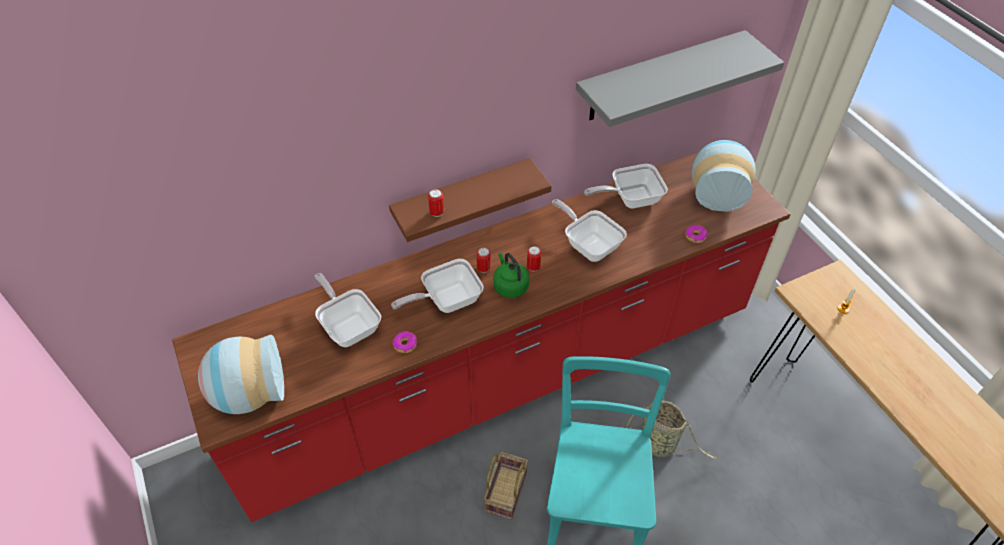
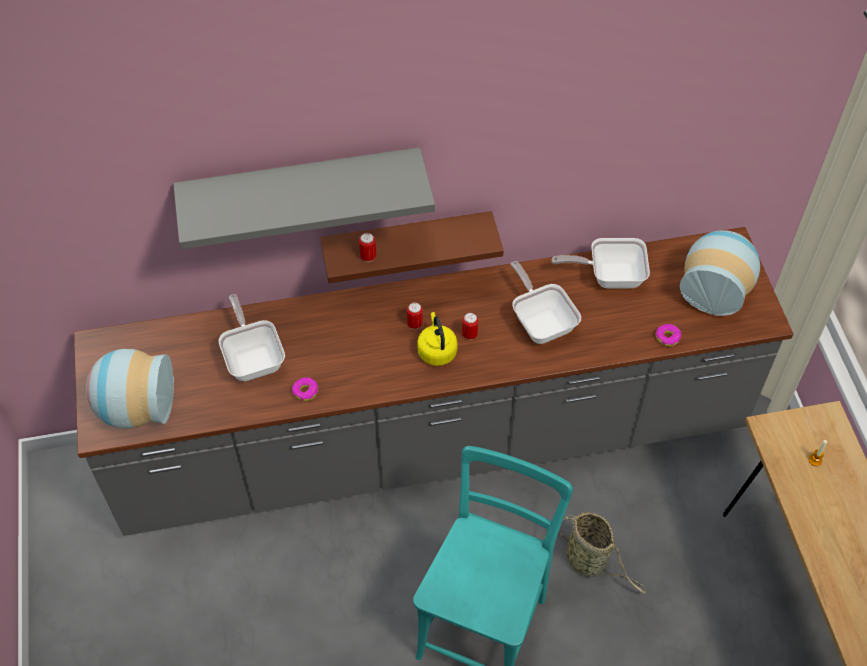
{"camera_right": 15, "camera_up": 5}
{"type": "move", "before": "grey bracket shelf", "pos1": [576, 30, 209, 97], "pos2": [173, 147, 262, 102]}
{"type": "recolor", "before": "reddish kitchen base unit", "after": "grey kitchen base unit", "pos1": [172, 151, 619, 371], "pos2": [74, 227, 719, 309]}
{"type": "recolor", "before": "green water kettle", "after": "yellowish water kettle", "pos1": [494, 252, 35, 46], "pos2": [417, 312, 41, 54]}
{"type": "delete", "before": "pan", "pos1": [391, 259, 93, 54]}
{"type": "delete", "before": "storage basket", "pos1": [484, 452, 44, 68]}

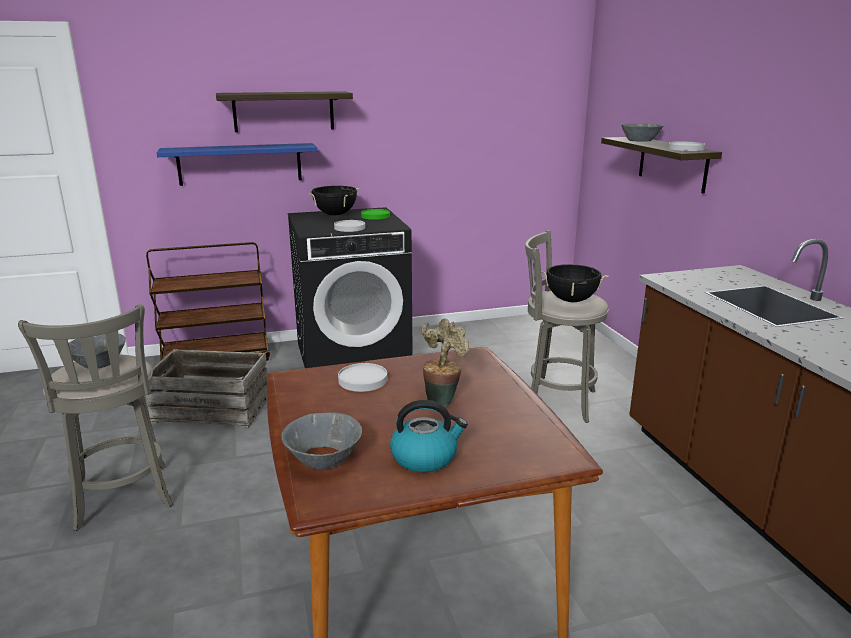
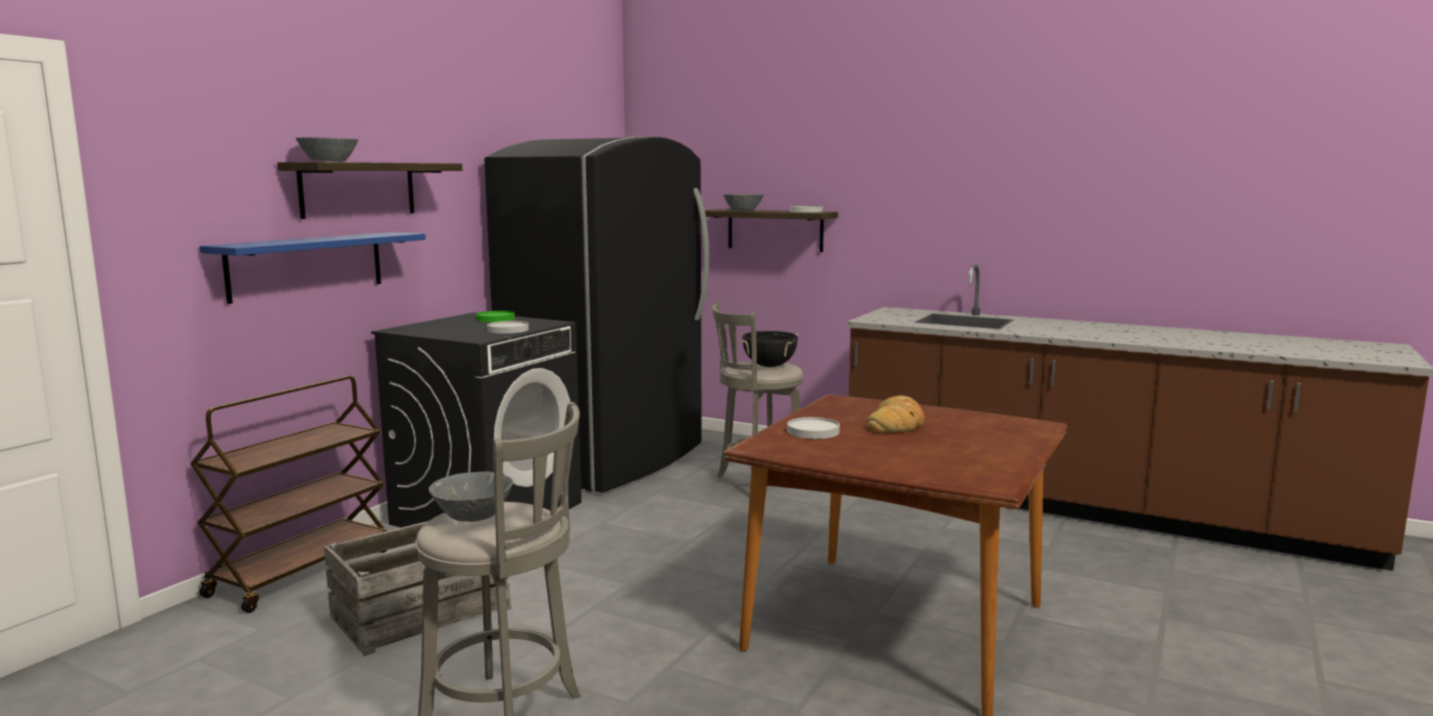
{"camera_right": -45, "camera_up": -10}
{"type": "delete", "before": "black-coloured stockpot", "pos1": [308, 186, 52, 29]}
{"type": "replace", "before": "houseplant", "after": "baked bread", "pos1": [421, 319, 48, 87], "pos2": [867, 396, 58, 37]}
{"type": "delete", "before": "water kettle", "pos1": [390, 400, 78, 72]}
{"type": "move", "before": "grey serving bowl", "pos1": [281, 413, 81, 56], "pos2": [296, 137, 62, 25]}
{"type": "insert", "after": "black-coloured fridge", "pos2": [484, 137, 226, 355]}

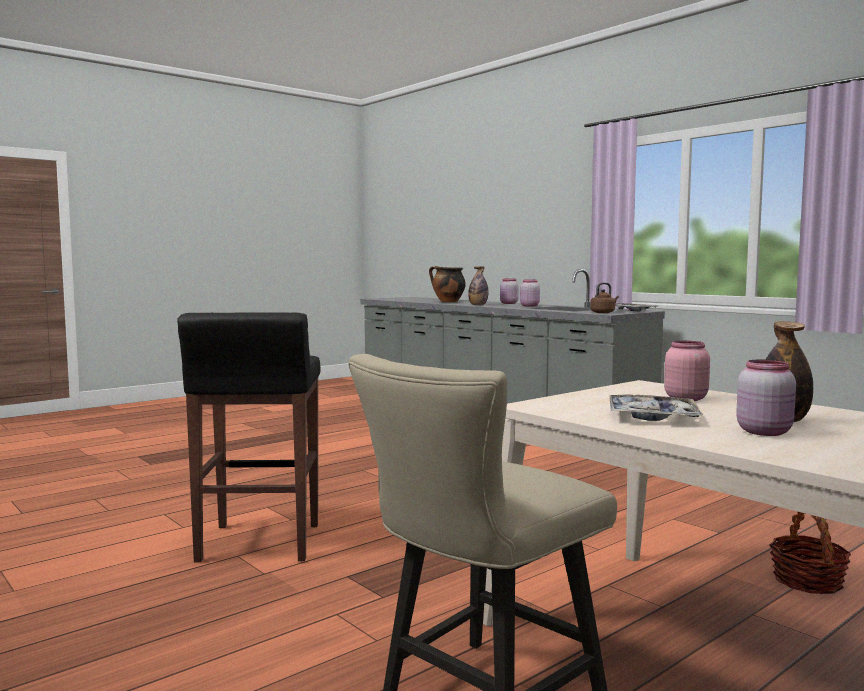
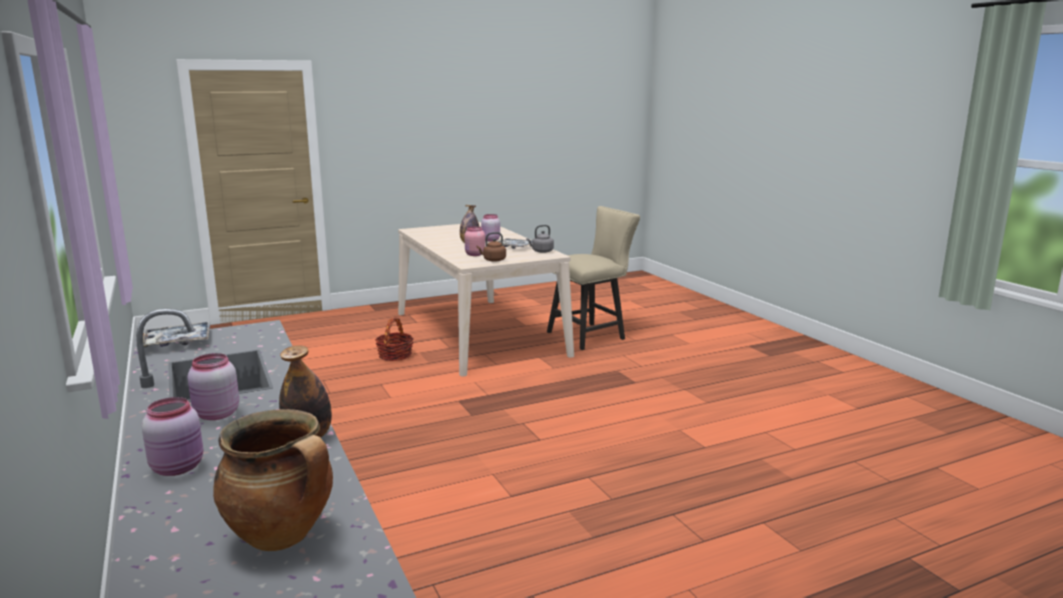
{"camera_right": -165, "camera_up": 10}
{"type": "move", "before": "brown water kettle", "pos1": [590, 282, 29, 31], "pos2": [476, 232, 30, 30]}
{"type": "delete", "before": "black-coloured sitting stool", "pos1": [177, 312, 144, 250]}
{"type": "insert", "after": "grey water kettle", "pos2": [526, 225, 28, 28]}

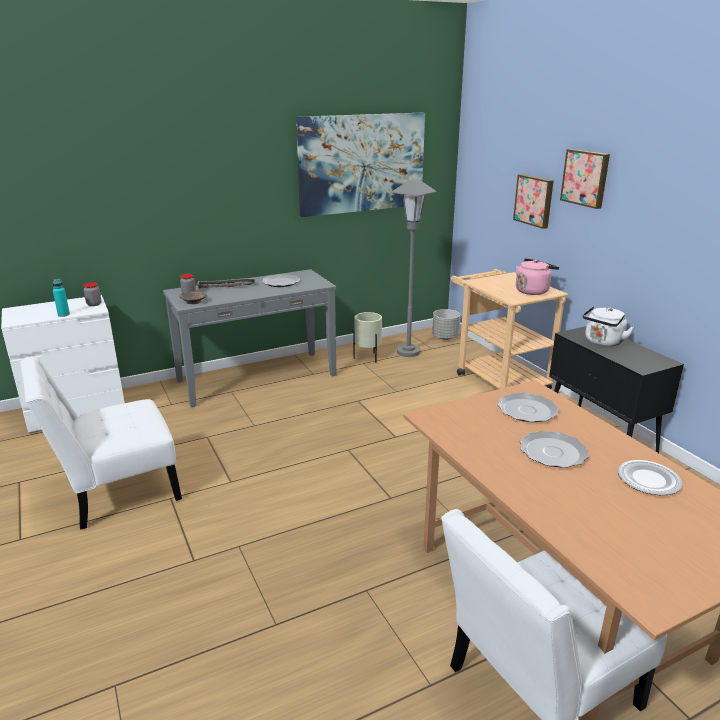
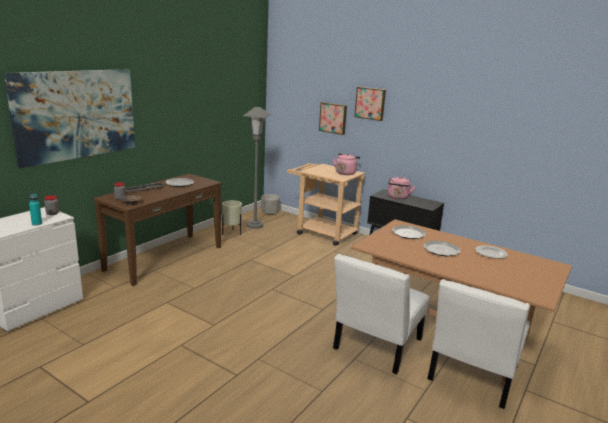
{"camera_right": -30, "camera_up": -5}
{"type": "move", "before": "picture", "pos1": [296, 113, 129, 104], "pos2": [4, 69, 131, 99]}
{"type": "recolor", "before": "grey hall table", "after": "brown hall table", "pos1": [163, 269, 173, 138], "pos2": [93, 174, 129, 112]}
{"type": "recolor", "before": "whitish water kettle", "after": "pinkish water kettle", "pos1": [583, 306, 51, 41], "pos2": [388, 177, 28, 22]}
{"type": "move", "before": "whitish plain chair", "pos1": [20, 356, 162, 174], "pos2": [333, 254, 96, 120]}

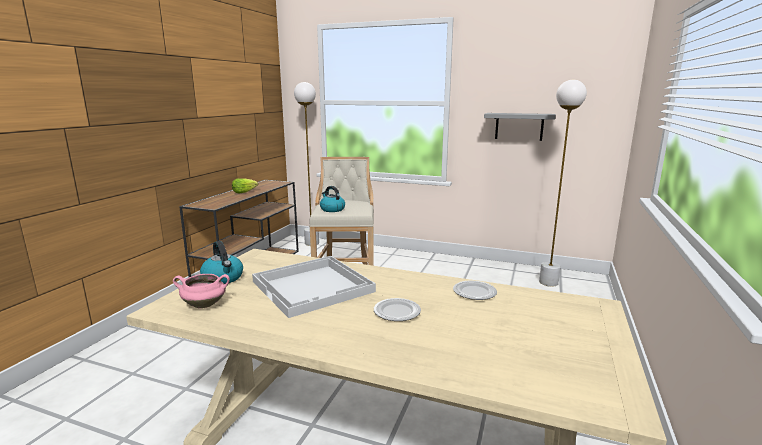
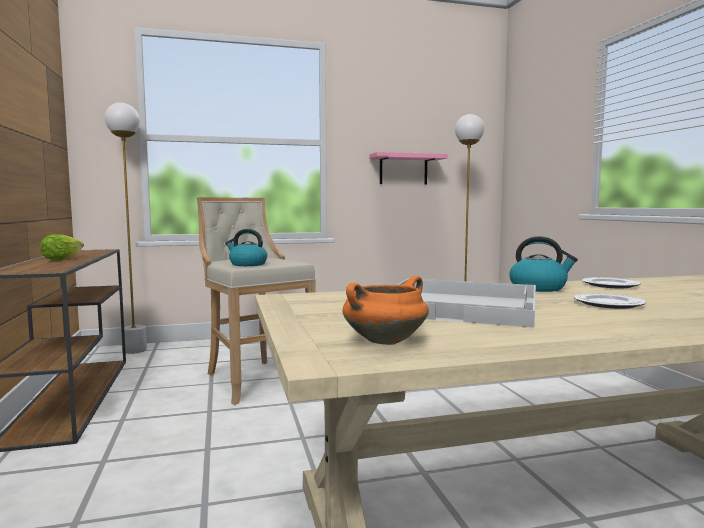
{"camera_right": -35, "camera_up": -10}
{"type": "recolor", "before": "grey bracket shelf", "after": "pinkish bracket shelf", "pos1": [484, 113, 72, 28], "pos2": [369, 152, 78, 32]}
{"type": "move", "before": "water kettle", "pos1": [200, 241, 43, 43], "pos2": [509, 236, 69, 56]}
{"type": "recolor", "before": "pinkish stockpot", "after": "orangey stockpot", "pos1": [173, 274, 57, 35], "pos2": [342, 276, 87, 69]}

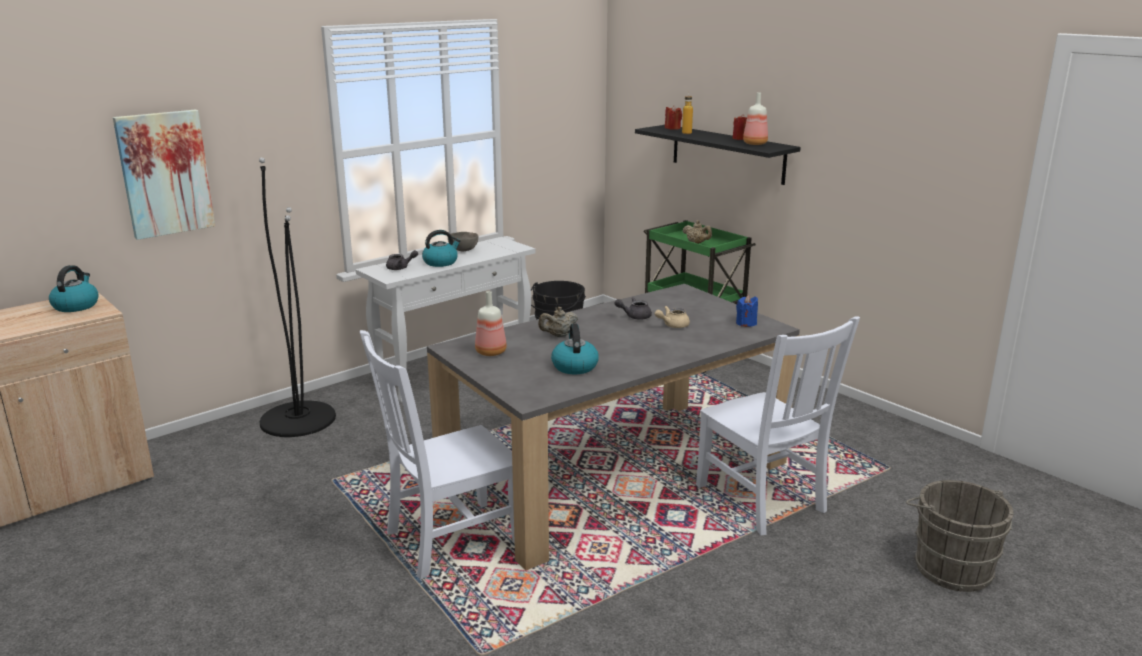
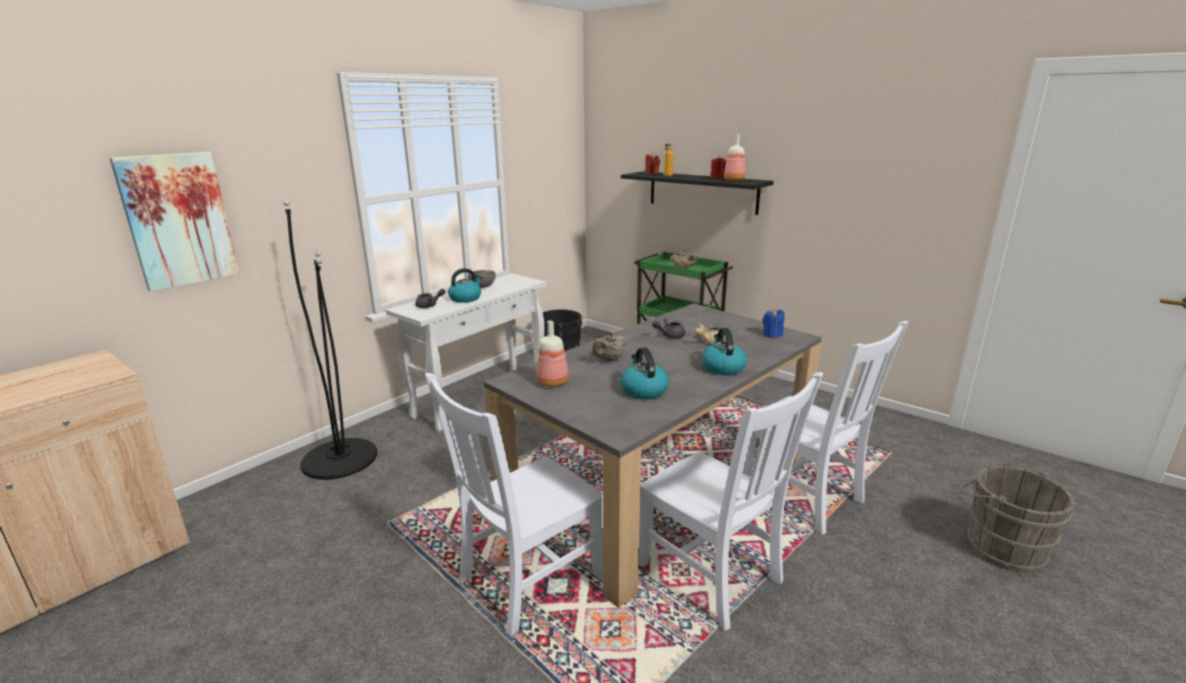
{"camera_right": -10, "camera_up": 0}
{"type": "move", "before": "water kettle", "pos1": [49, 265, 50, 47], "pos2": [701, 328, 46, 47]}
{"type": "insert", "after": "whitish plain chair", "pos2": [639, 372, 184, 258]}

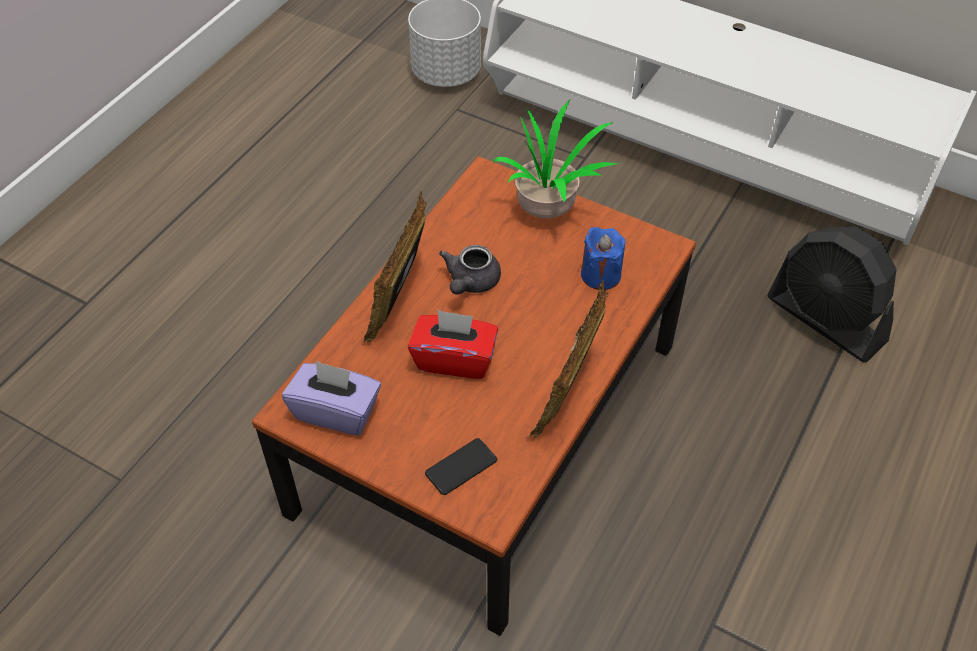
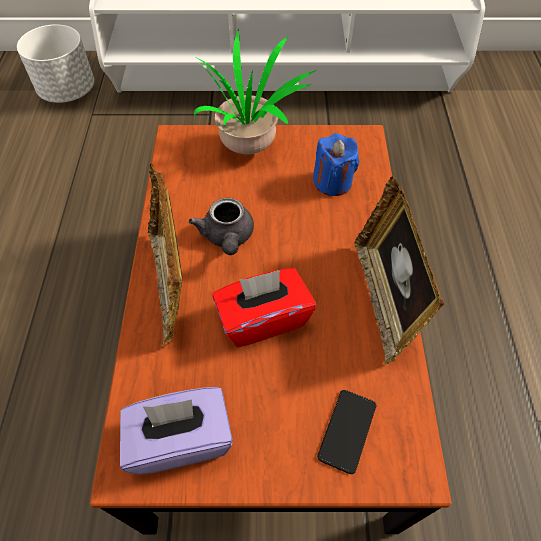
{"camera_right": -30, "camera_up": 5}
{"type": "delete", "before": "black-coloured electric fan", "pos1": [767, 226, 129, 136]}

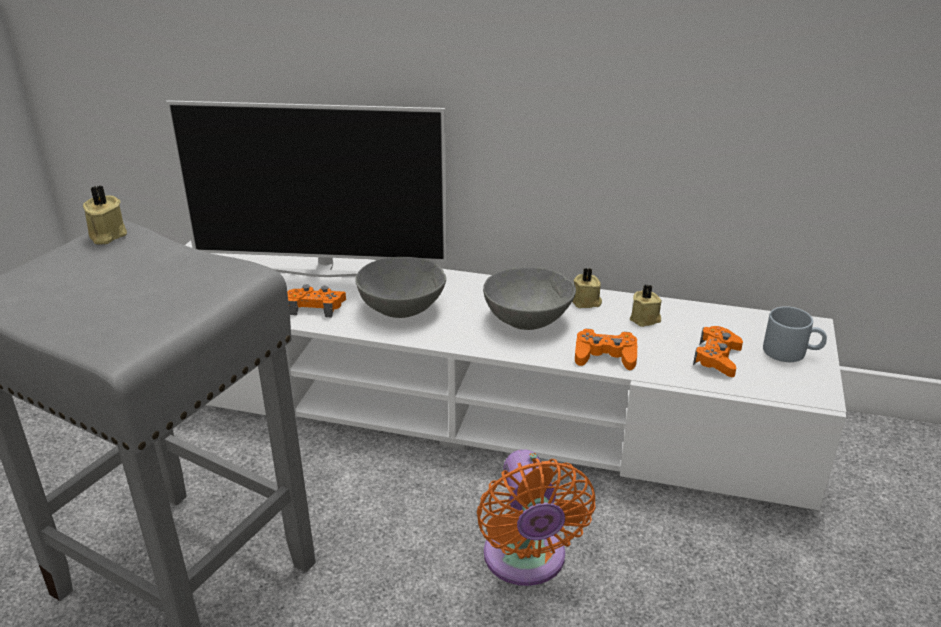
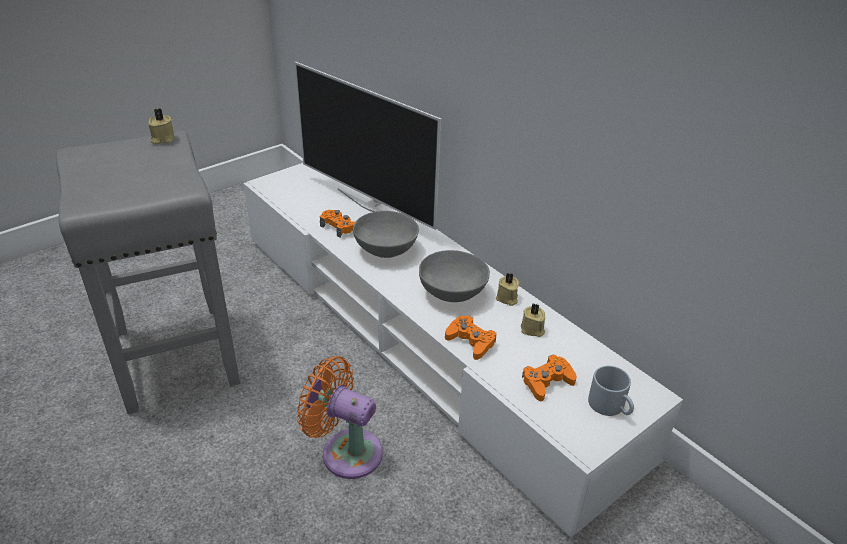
{"camera_right": 35, "camera_up": 5}
{"type": "rotate", "before": "orangey electric fan", "pos1": [477, 449, 119, 137], "pos2": [297, 356, 86, 123], "turn": 90}

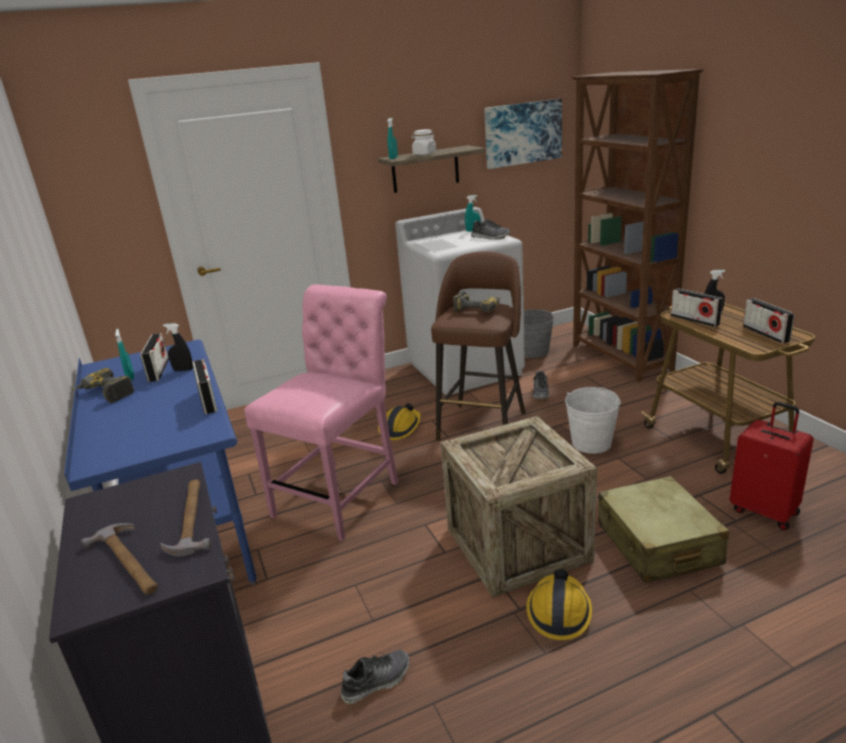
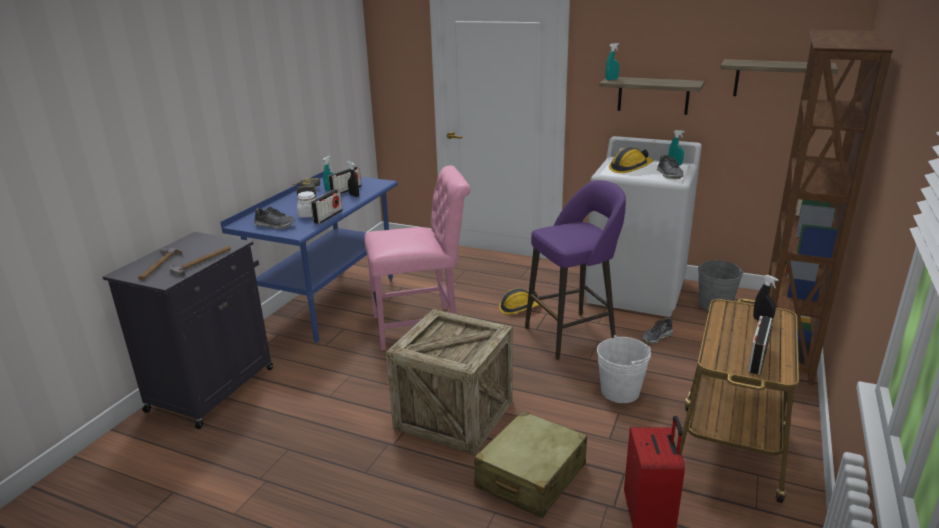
{"camera_right": 45, "camera_up": 0}
{"type": "replace", "before": "picture", "after": "bracket shelf", "pos1": [484, 99, 78, 70], "pos2": [720, 59, 118, 37]}
{"type": "move", "before": "whitish storage jar", "pos1": [412, 129, 24, 26], "pos2": [297, 191, 18, 27]}
{"type": "recolor", "before": "brown sitting stool", "after": "purple-coloured sitting stool", "pos1": [431, 251, 95, 190], "pos2": [525, 180, 101, 180]}
{"type": "delete", "before": "radio set", "pos1": [671, 288, 52, 39]}
{"type": "delete", "before": "electric drill", "pos1": [453, 292, 47, 20]}
{"type": "move", "before": "work helmet", "pos1": [526, 569, 66, 71], "pos2": [609, 147, 44, 26]}
{"type": "move", "before": "shoe", "pos1": [340, 650, 69, 54], "pos2": [254, 207, 41, 22]}

